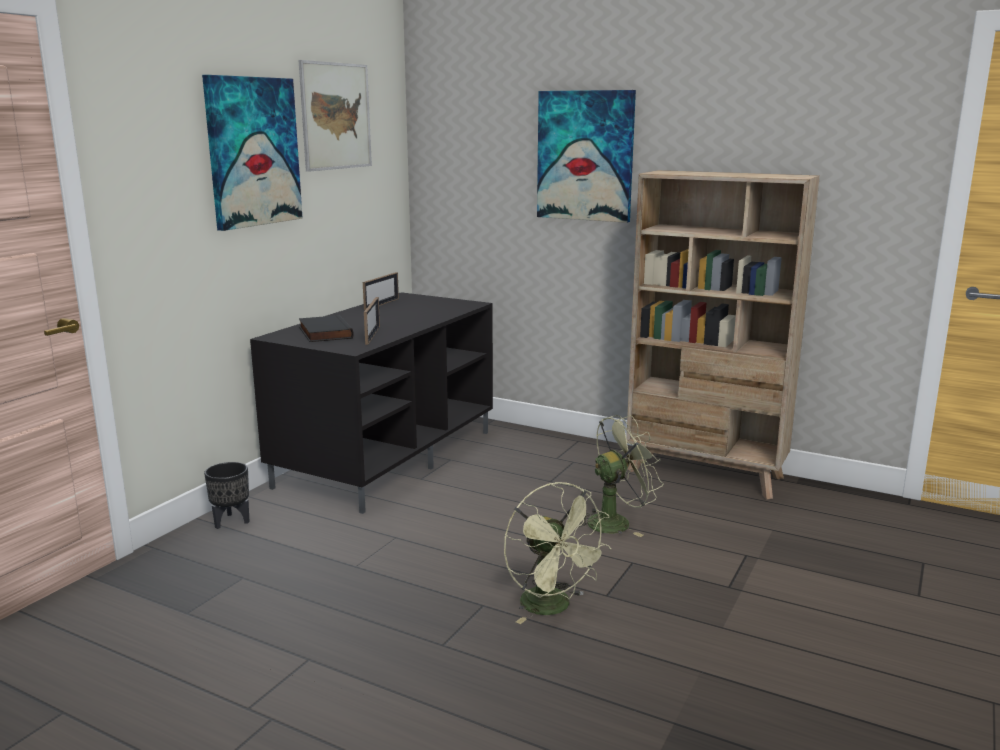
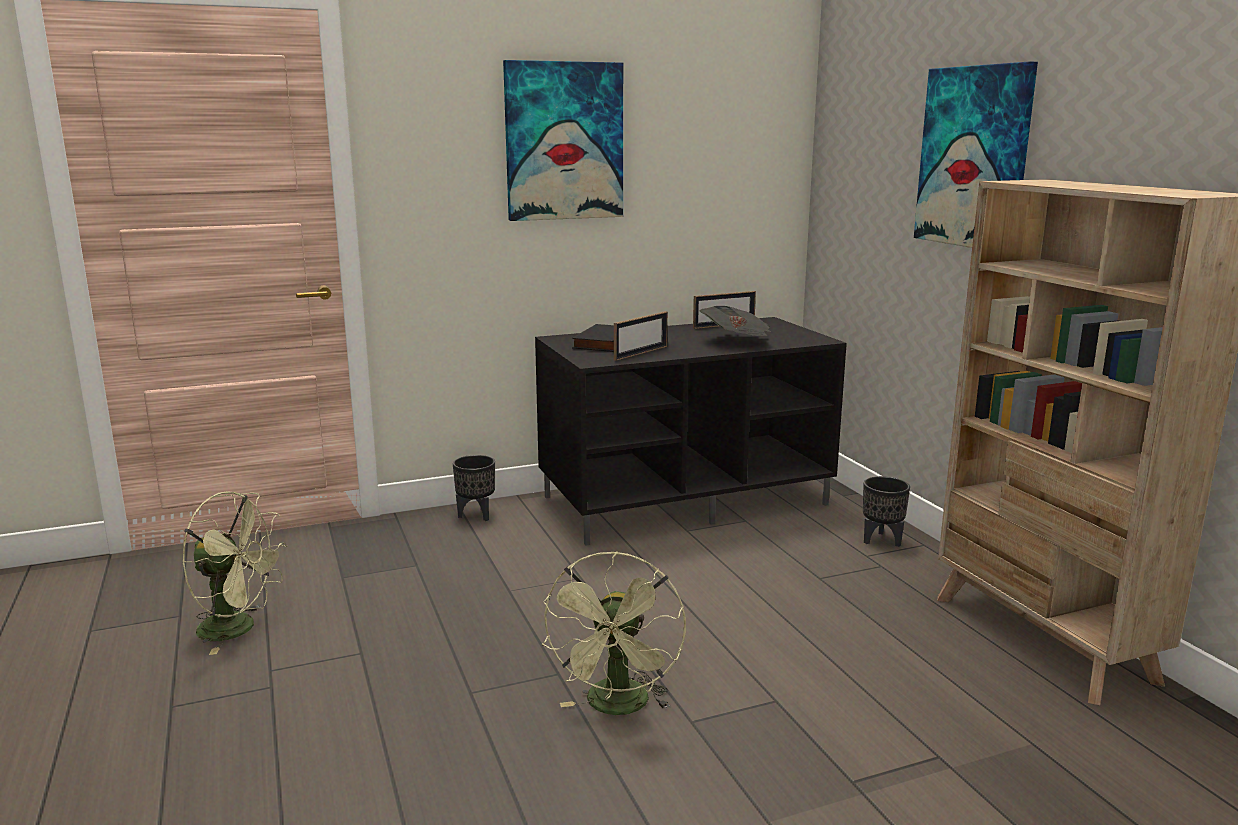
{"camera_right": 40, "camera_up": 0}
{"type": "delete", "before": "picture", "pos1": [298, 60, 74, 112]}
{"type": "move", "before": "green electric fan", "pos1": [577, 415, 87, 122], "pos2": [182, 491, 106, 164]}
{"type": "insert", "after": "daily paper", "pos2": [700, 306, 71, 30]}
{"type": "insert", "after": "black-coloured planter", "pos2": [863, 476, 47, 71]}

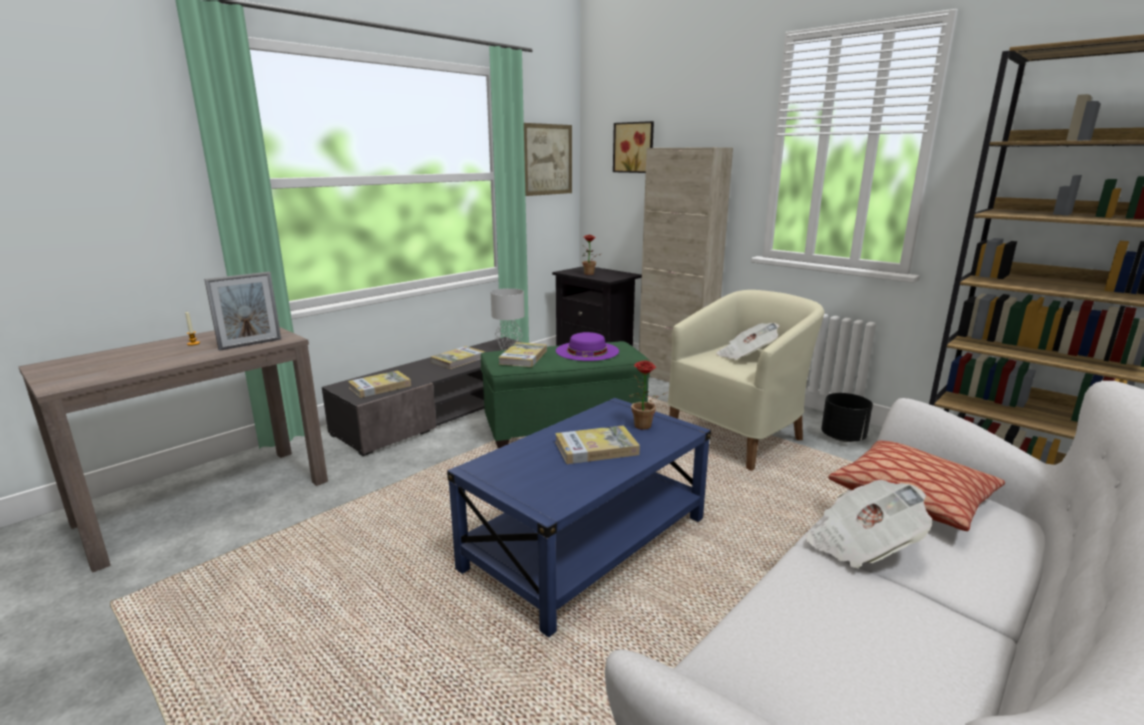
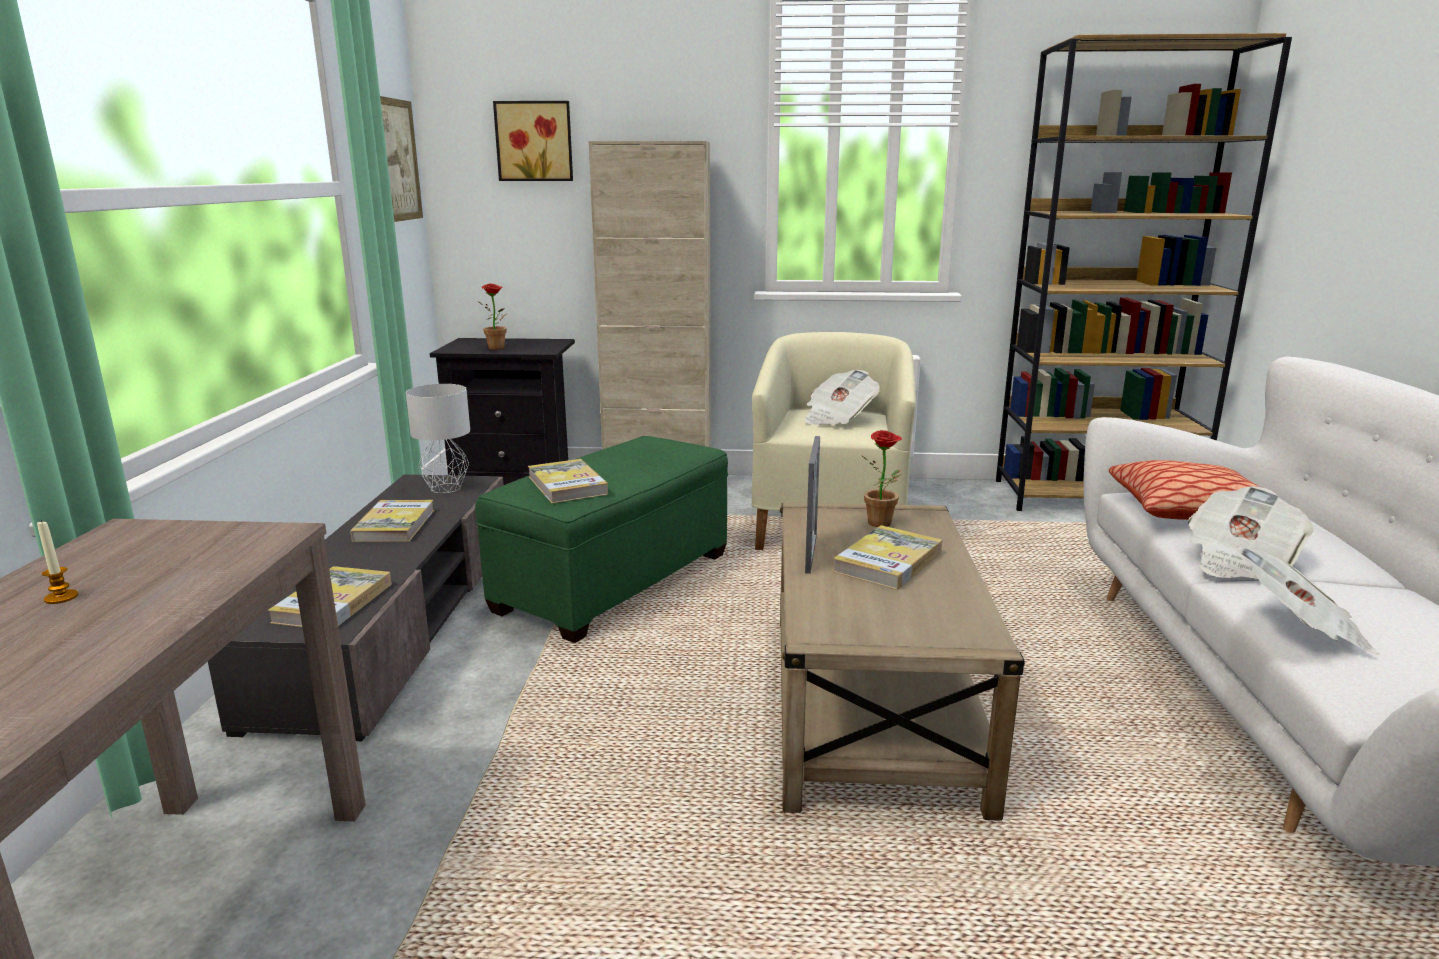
{"camera_right": -40, "camera_up": 0}
{"type": "move", "before": "picture frame", "pos1": [204, 272, 77, 79], "pos2": [805, 436, 15, 138]}
{"type": "delete", "before": "purple-coloured hat", "pos1": [556, 332, 63, 29]}
{"type": "delete", "before": "black-coloured planter", "pos1": [821, 393, 52, 49]}
{"type": "recolor", "before": "blue-coloured coffee table", "after": "beige-coloured coffee table", "pos1": [447, 398, 264, 239], "pos2": [780, 502, 245, 319]}
{"type": "insert", "after": "daily paper", "pos2": [1236, 546, 144, 109]}

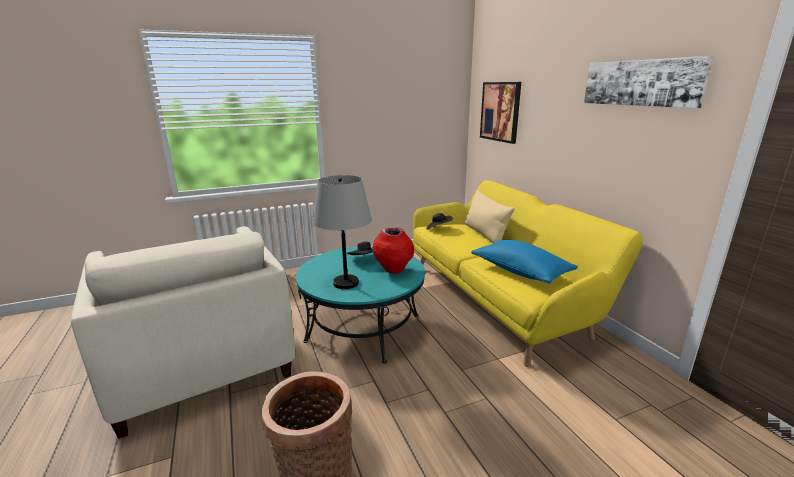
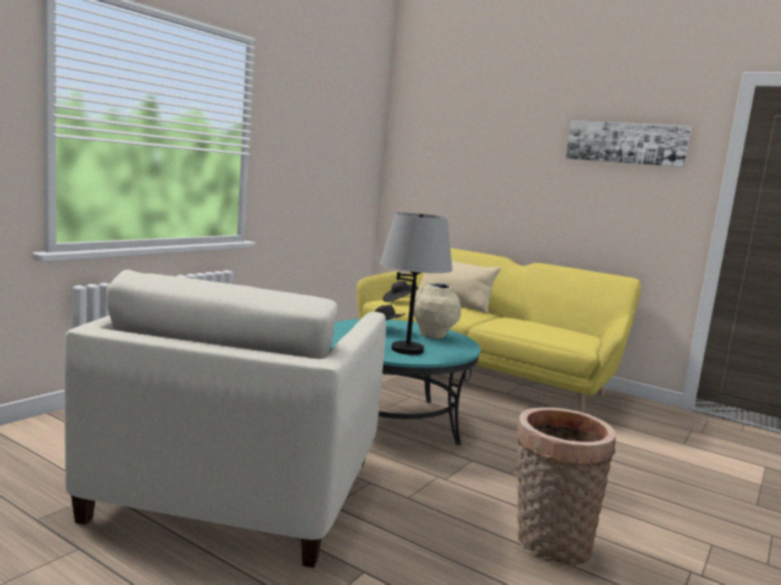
{"camera_right": -35, "camera_up": -10}
{"type": "delete", "before": "picture", "pos1": [480, 82, 41, 62]}
{"type": "rotate", "before": "beige-coloured armchair", "pos1": [71, 226, 224, 213], "pos2": [65, 270, 321, 298], "turn": 75}
{"type": "recolor", "before": "reddish decorative vase", "after": "beige-coloured decorative vase", "pos1": [373, 228, 41, 46], "pos2": [413, 282, 48, 57]}
{"type": "delete", "before": "blue-coloured throw pillow", "pos1": [471, 240, 107, 44]}

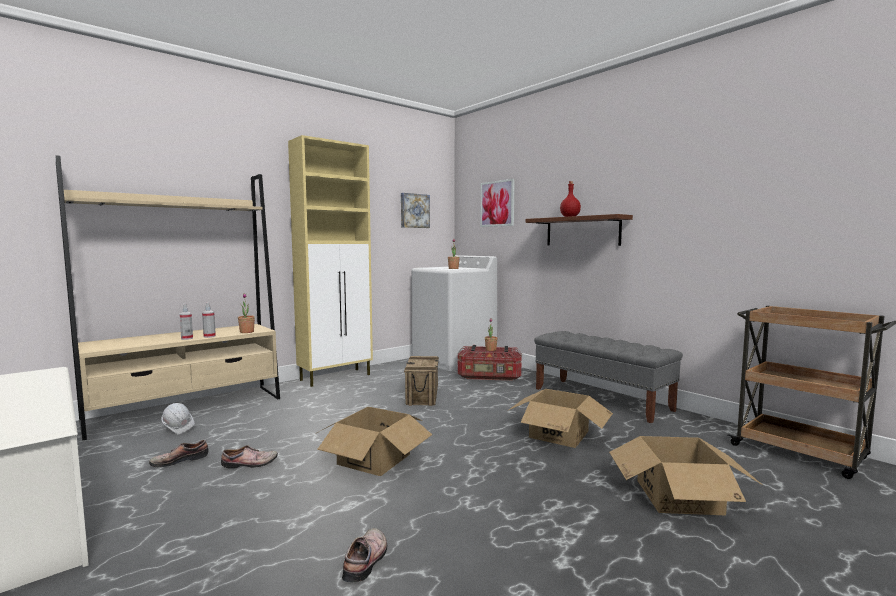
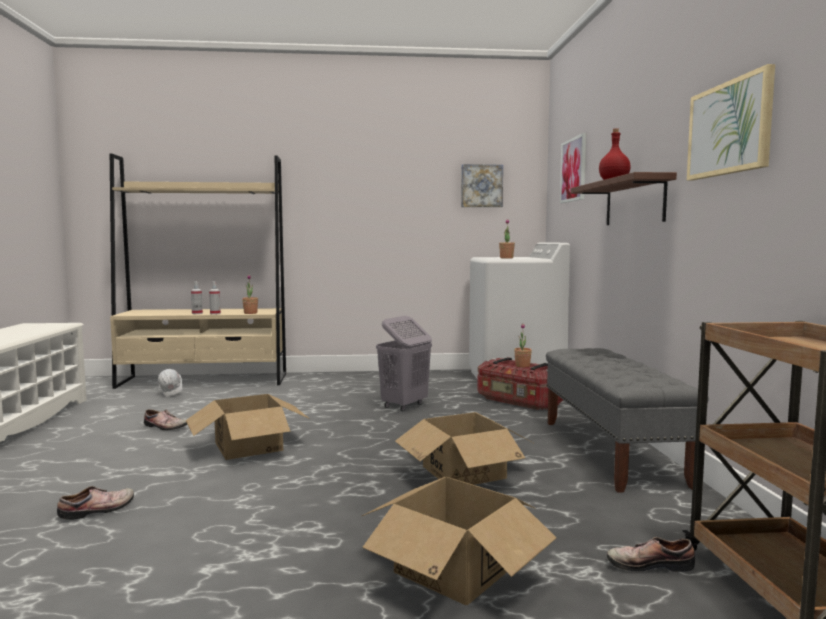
{"camera_right": 35, "camera_up": 0}
{"type": "delete", "before": "beige-coloured cabinet", "pos1": [288, 135, 85, 252]}
{"type": "replace", "before": "packing crate", "after": "grey washing basket", "pos1": [404, 356, 35, 50], "pos2": [376, 316, 56, 95]}
{"type": "move", "before": "shoe", "pos1": [149, 440, 60, 27], "pos2": [607, 537, 88, 35]}
{"type": "insert", "after": "picture", "pos2": [687, 64, 88, 116]}

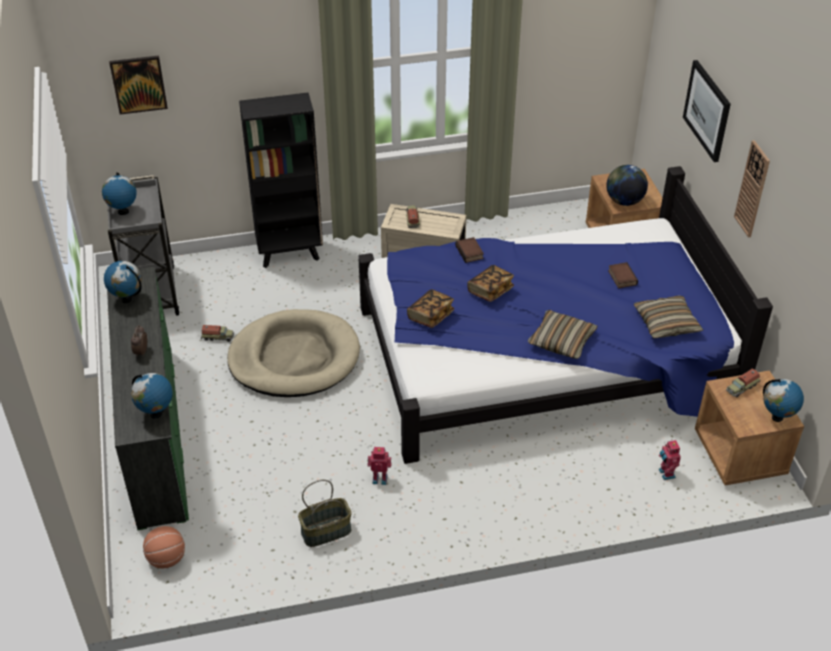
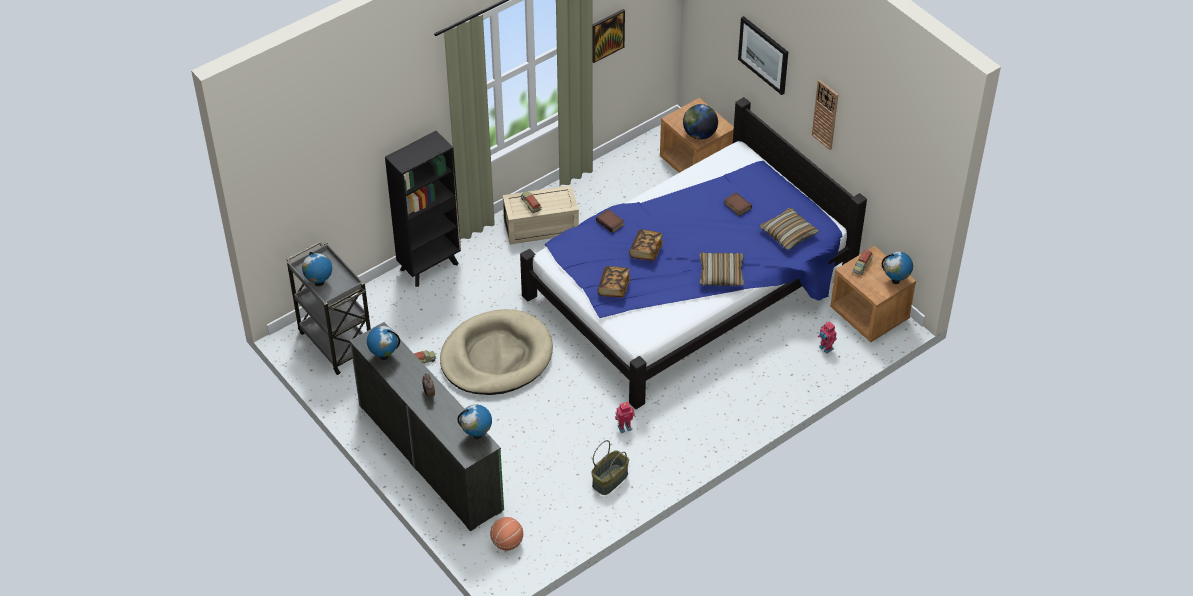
{"camera_right": -25, "camera_up": 5}
{"type": "move", "before": "picture", "pos1": [109, 56, 59, 58], "pos2": [592, 9, 33, 54]}

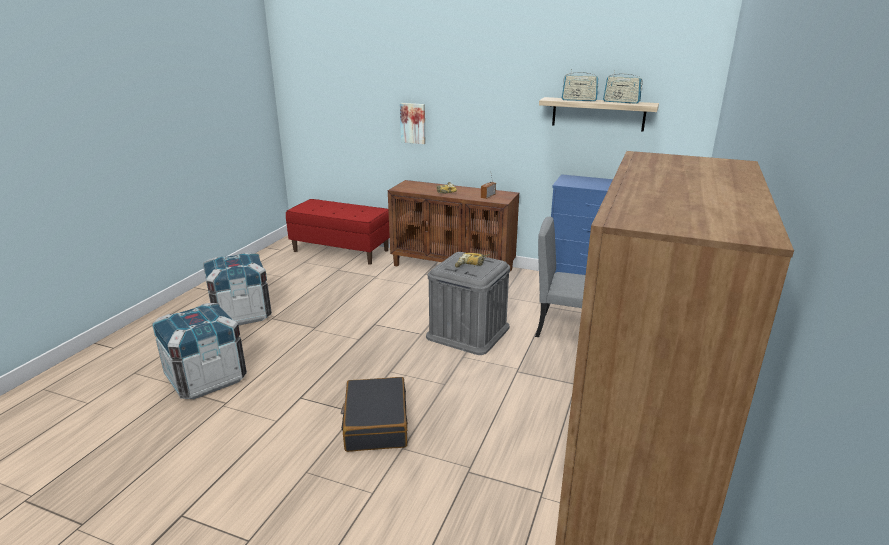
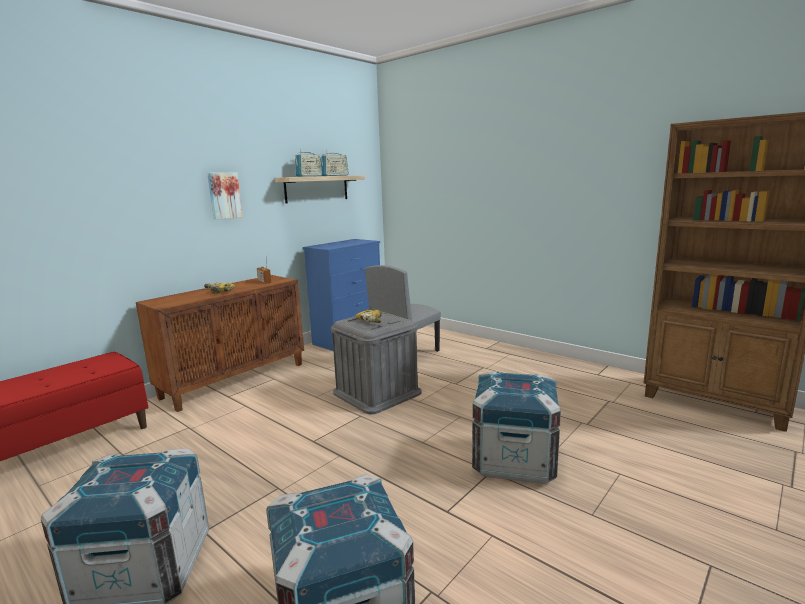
{"camera_right": -70, "camera_up": -10}
{"type": "move", "before": "picture", "pos1": [400, 103, 25, 41], "pos2": [207, 173, 35, 47]}
{"type": "replace", "before": "black-coloured suitcase", "after": "packing crate", "pos1": [341, 377, 67, 75], "pos2": [472, 371, 89, 113]}

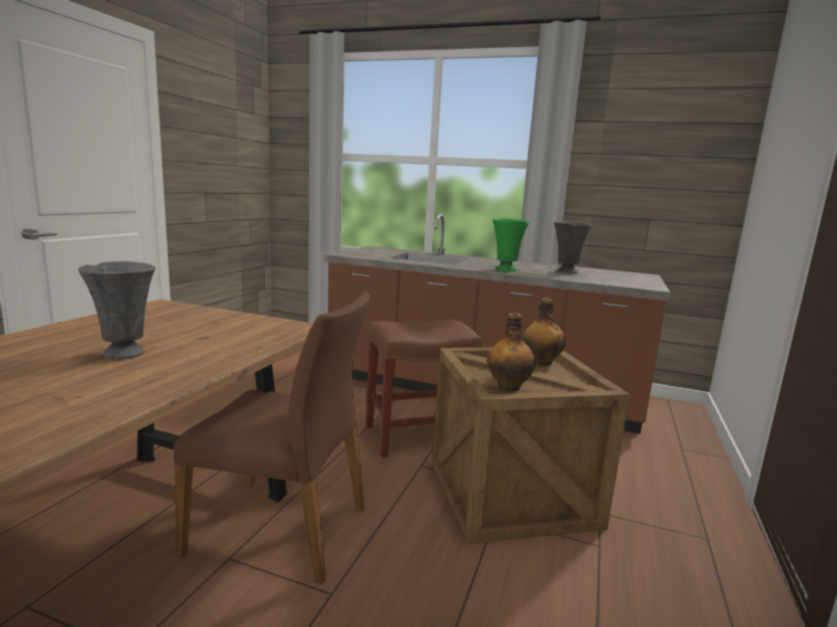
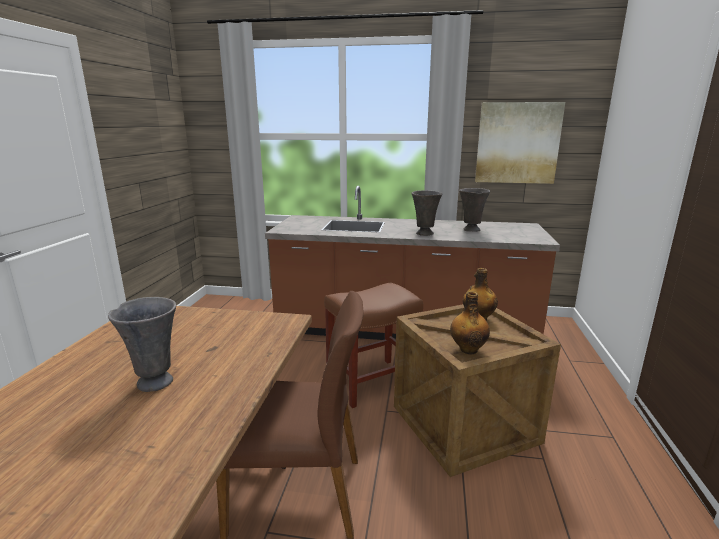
{"camera_right": -10, "camera_up": 5}
{"type": "recolor", "before": "green decorative vase", "after": "grey decorative vase", "pos1": [493, 218, 37, 53], "pos2": [412, 190, 30, 46]}
{"type": "insert", "after": "picture", "pos2": [475, 102, 90, 82]}

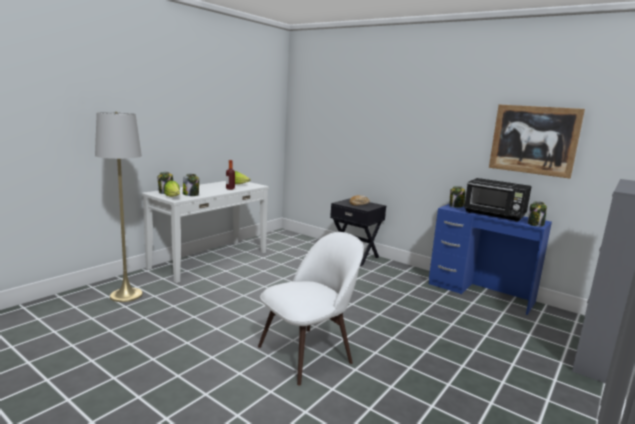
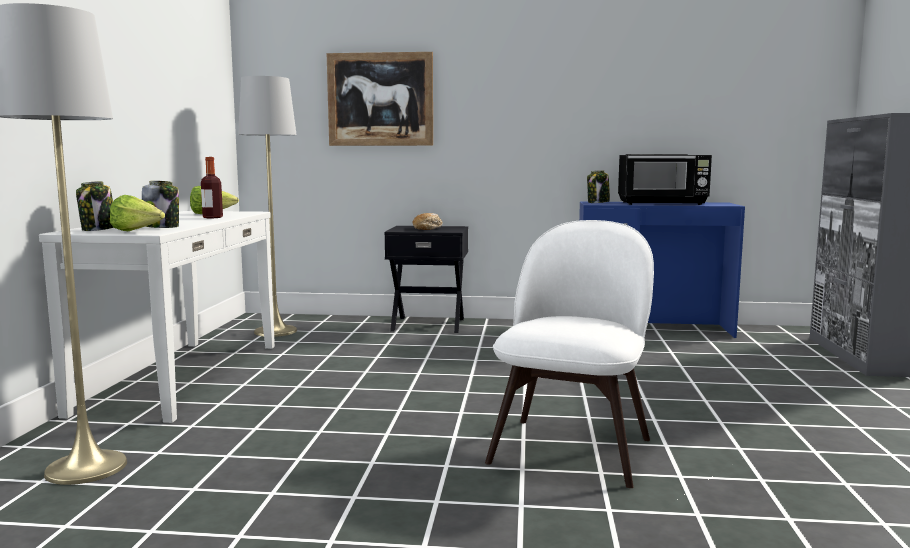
{"camera_right": -30, "camera_up": -5}
{"type": "move", "before": "picture", "pos1": [489, 104, 96, 75], "pos2": [327, 52, 106, 94]}
{"type": "delete", "before": "storage jar", "pos1": [528, 201, 19, 26]}
{"type": "insert", "after": "grey floor lamp", "pos2": [238, 76, 59, 261]}

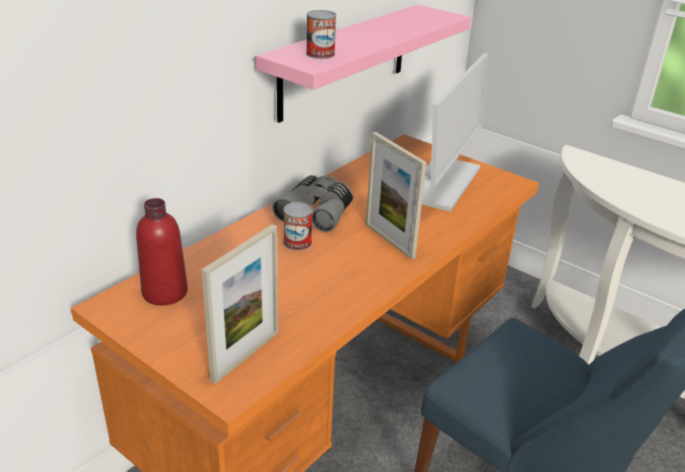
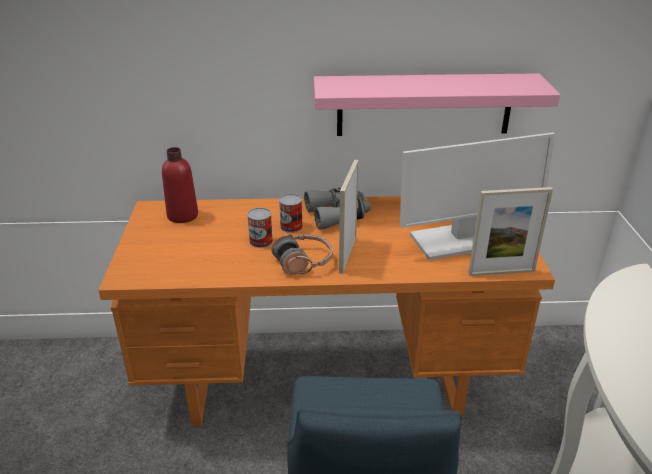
{"camera_right": 50, "camera_up": 0}
{"type": "move", "before": "can", "pos1": [306, 10, 30, 49], "pos2": [247, 208, 26, 40]}
{"type": "move", "before": "picture frame", "pos1": [201, 224, 77, 160], "pos2": [468, 187, 85, 89]}
{"type": "insert", "after": "headphones", "pos2": [271, 234, 62, 40]}

